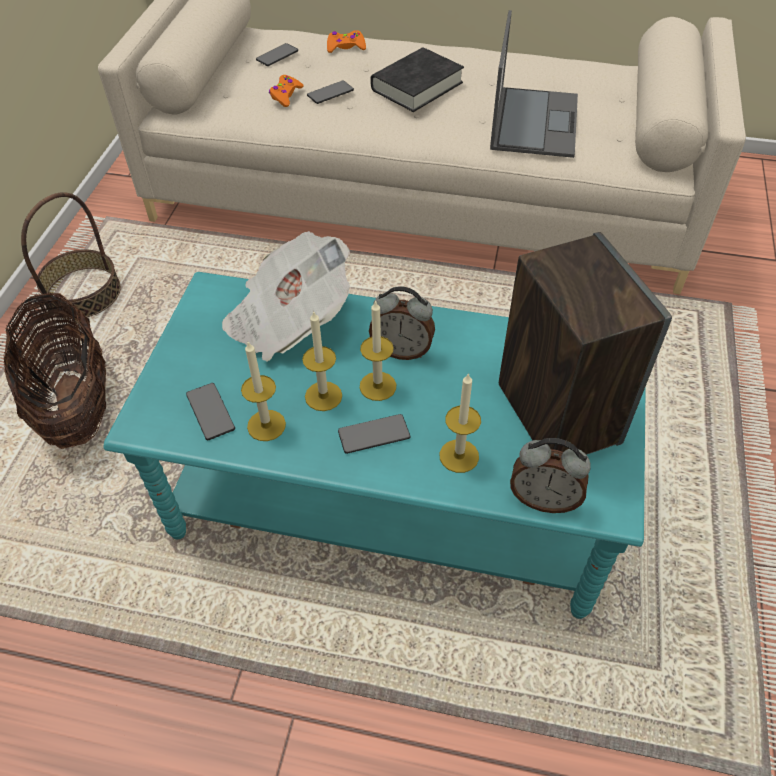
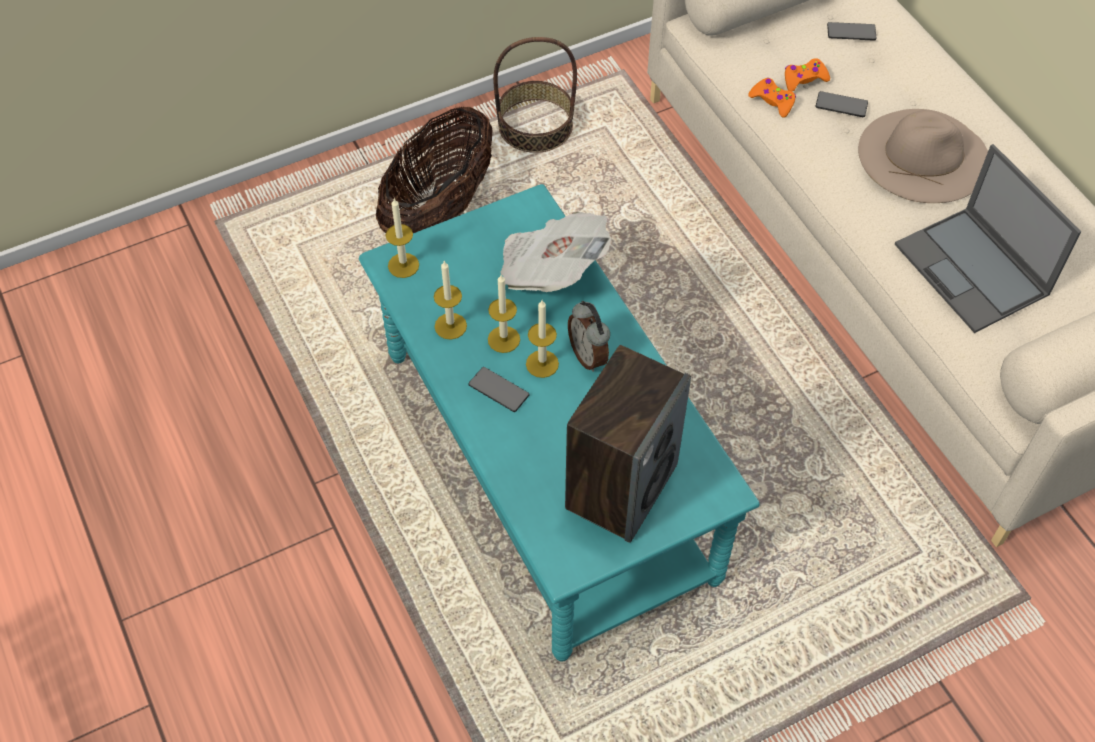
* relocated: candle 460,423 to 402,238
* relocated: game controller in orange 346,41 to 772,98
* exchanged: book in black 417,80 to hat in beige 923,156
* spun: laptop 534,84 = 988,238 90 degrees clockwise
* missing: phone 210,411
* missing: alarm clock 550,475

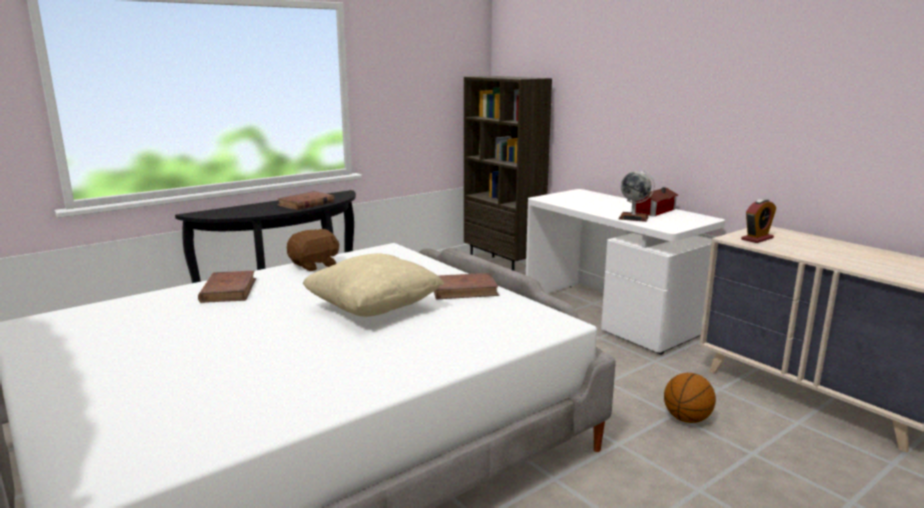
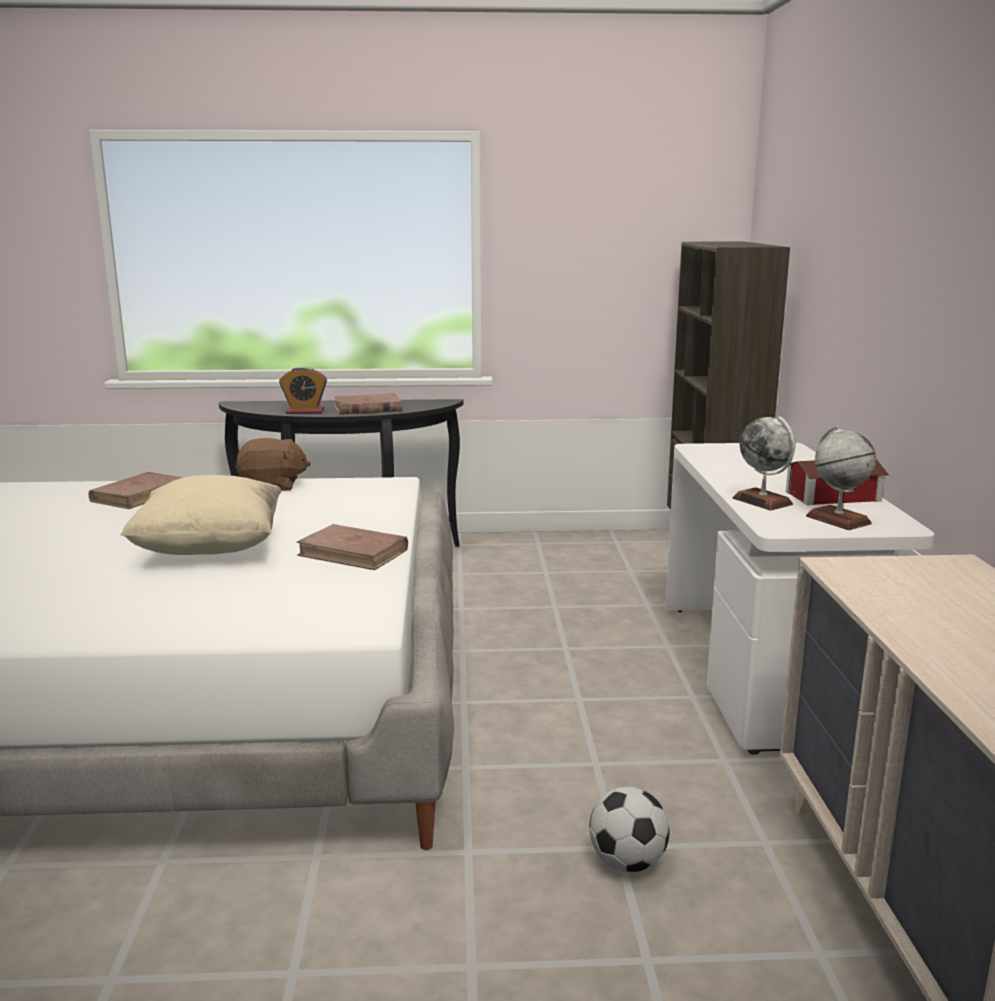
* relocated: alarm clock 758,221 to 303,390
* exchanged: basketball 690,398 to football 629,829
* appeared: globe 841,478

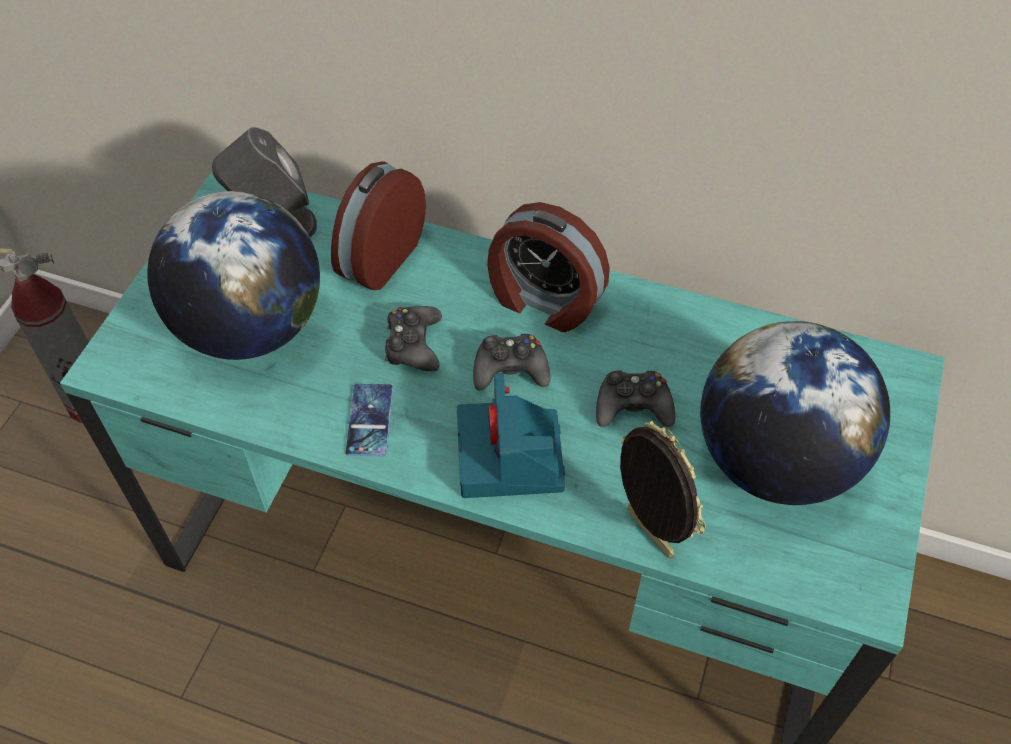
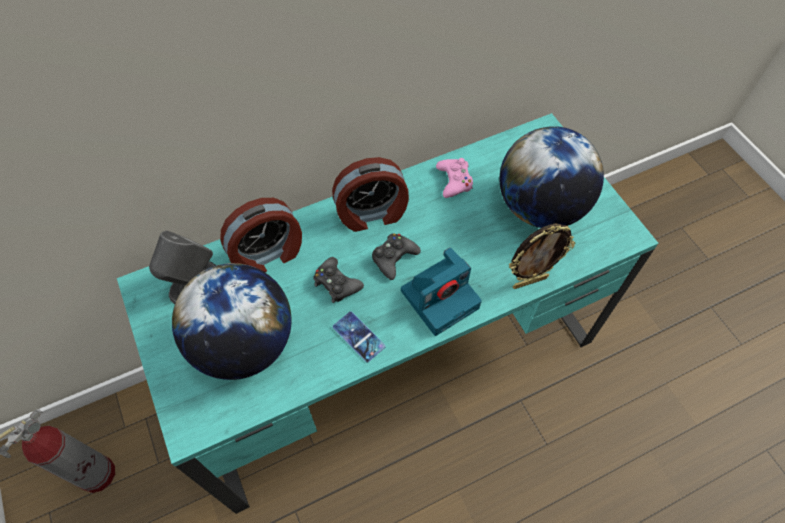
* spun: alarm clock 378,225 = 261,235 105 degrees counterclockwise
* spun: photo camera 511,435 = 441,291 75 degrees counterclockwise
* appeared: game controller in pink 454,178
* spun: picture frame 663,490 = 542,256 150 degrees clockwise
* missing: game controller in black 635,399

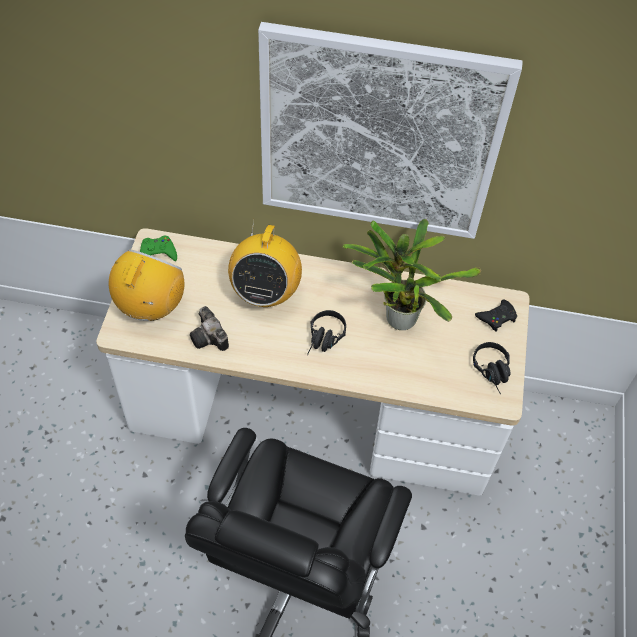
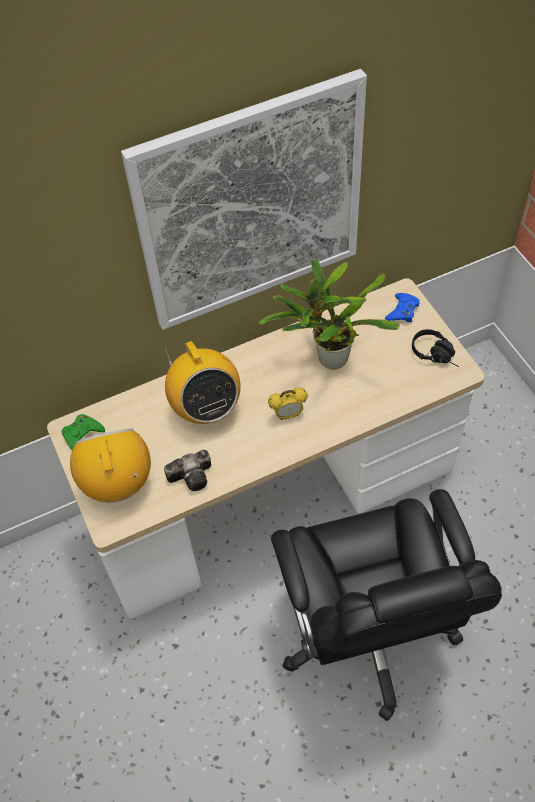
* spun: photo camera 209,328 = 187,470 45 degrees counterclockwise
* exchanged: headphones in black 326,332 to alarm clock 288,404
* colour: game controller in black 496,316 to game controller in blue 402,307

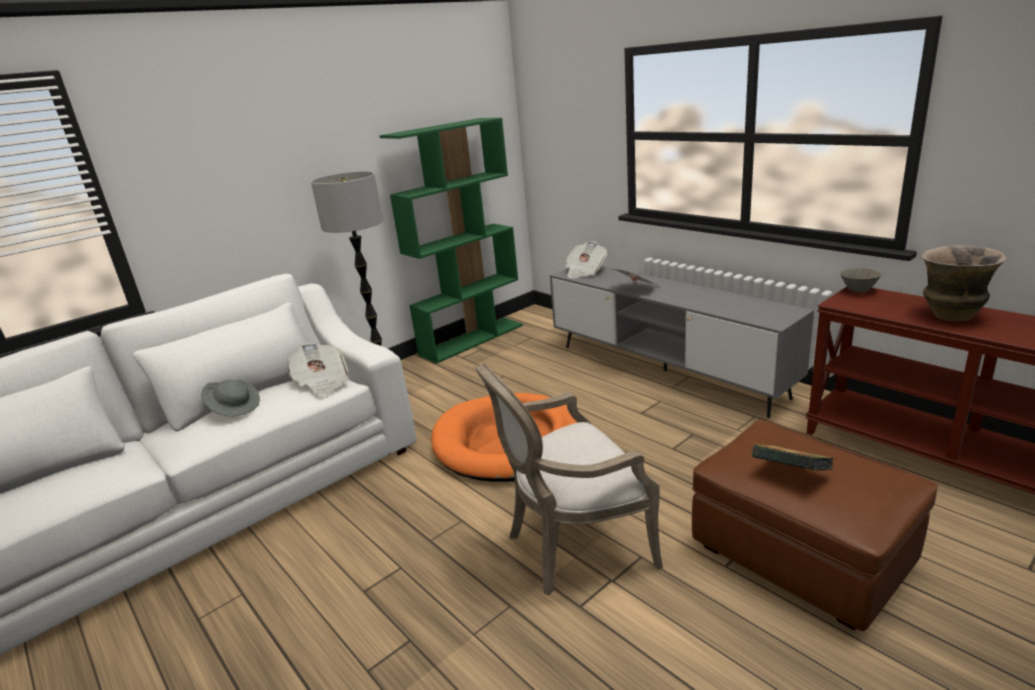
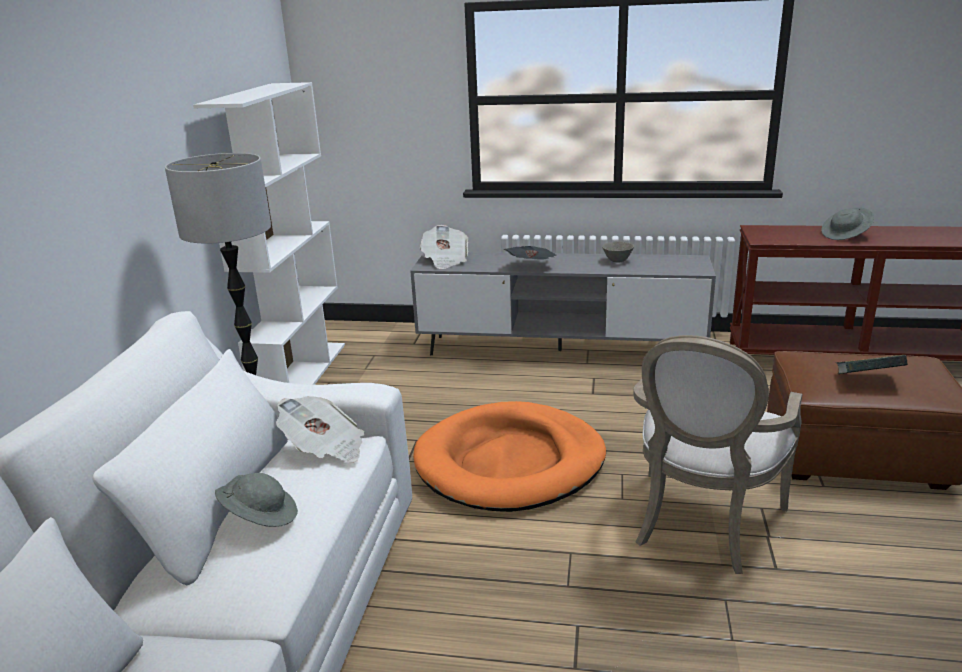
* colour: bookcase in green 451,241 to bookcase in white 269,233
* relocated: bowl in grey 861,280 to 618,252
* exchanged: vase 964,283 to hat in grey 847,223

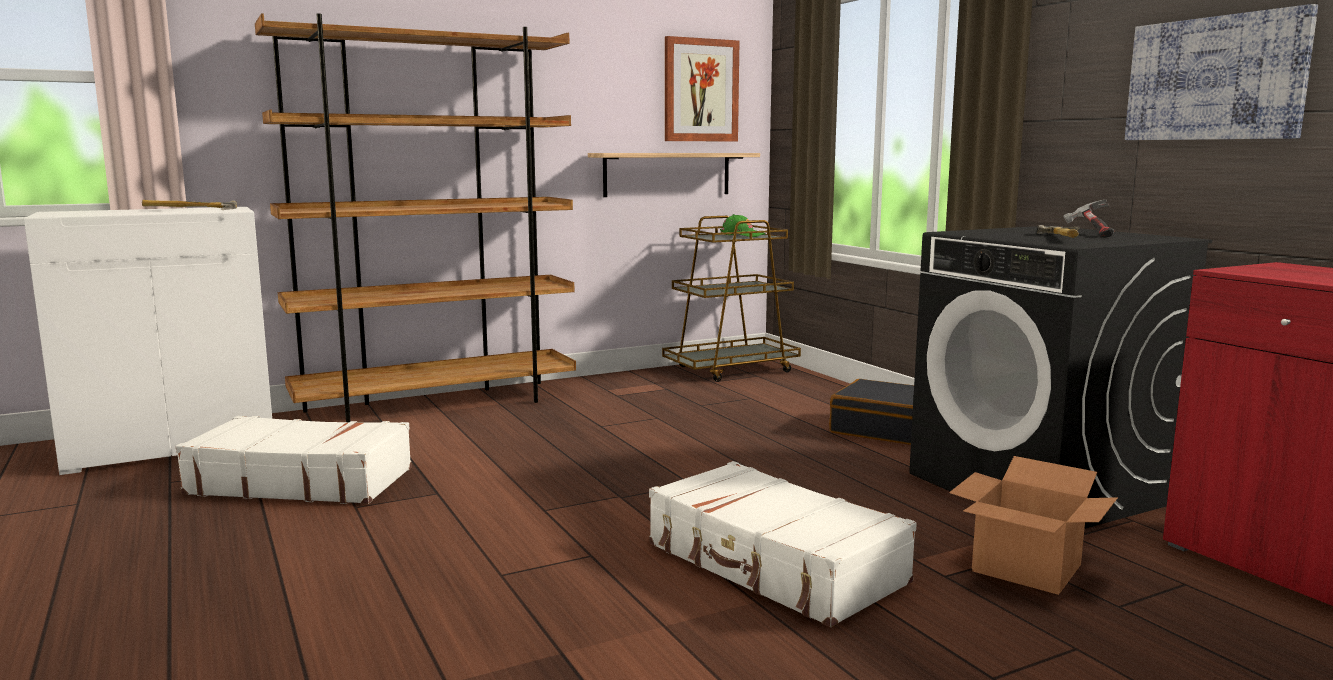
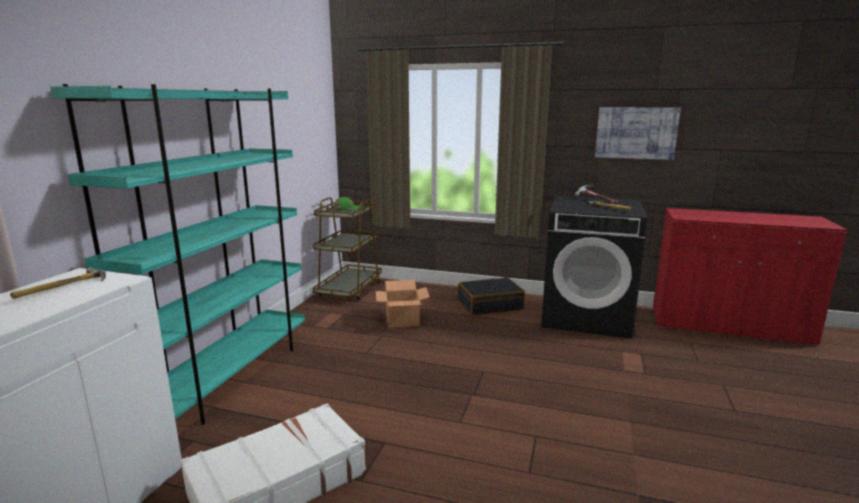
* colour: bookcase in brown 415,218 to bookcase in turquoise 177,254
* relocated: cardboard box 1033,525 to 403,304
* missing: shelf 674,175
* missing: suitcase in white 783,544
* missing: picture 702,89

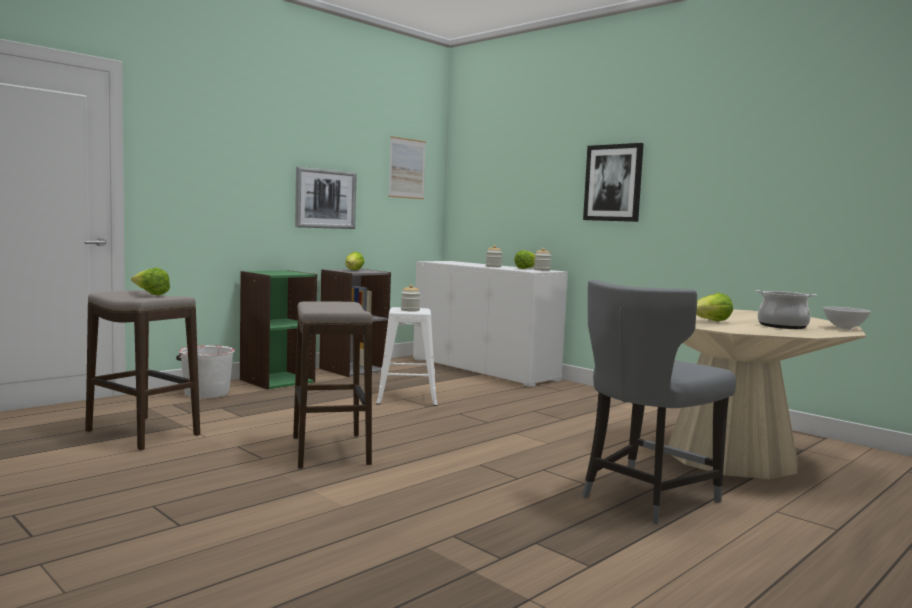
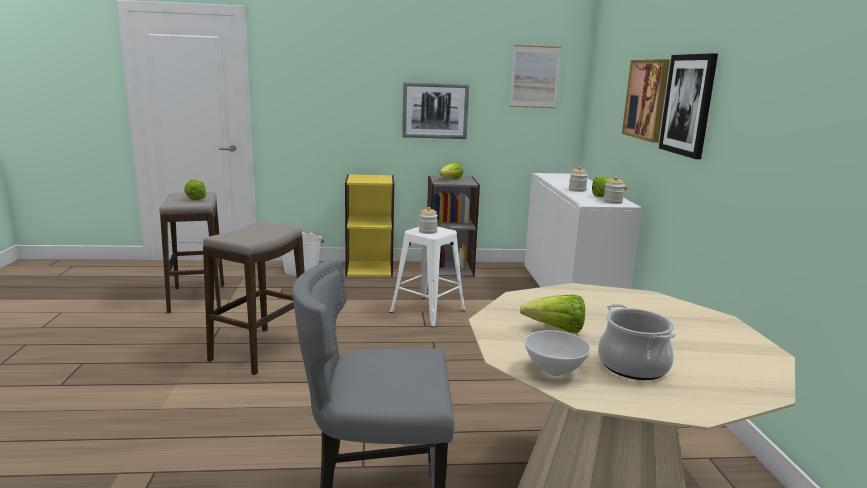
* colour: bookcase in green 278,330 to bookcase in yellow 369,225
* relocated: bowl in white 847,318 to 558,353
* appeared: picture 646,101

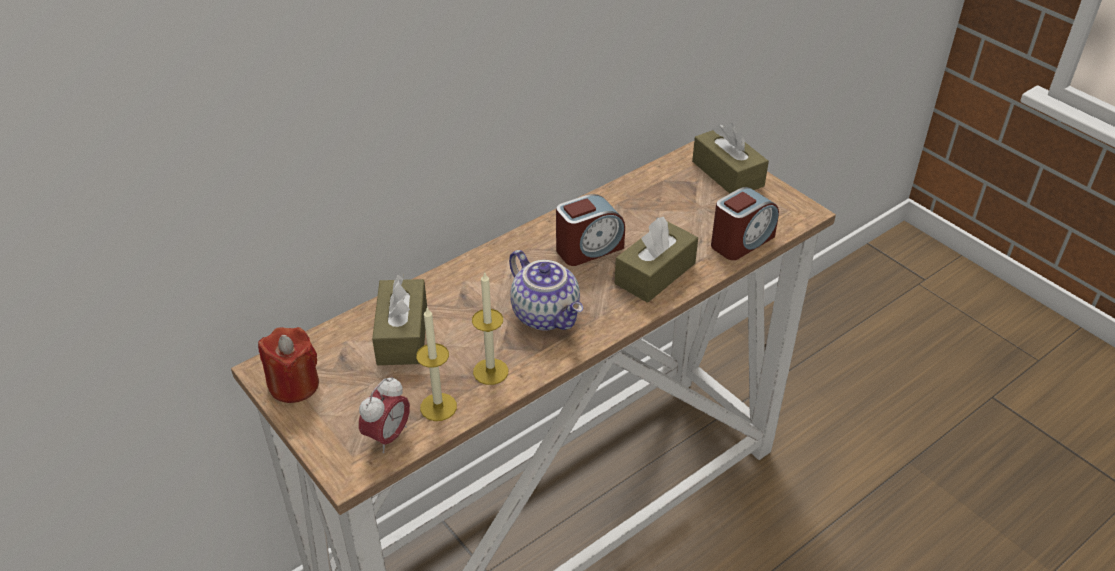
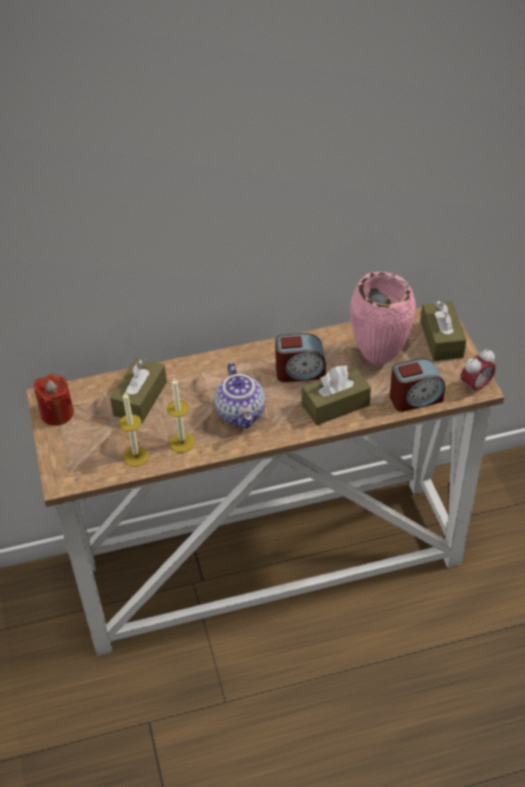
* appeared: vase in pink 383,319
* relocated: alarm clock 384,414 to 478,372

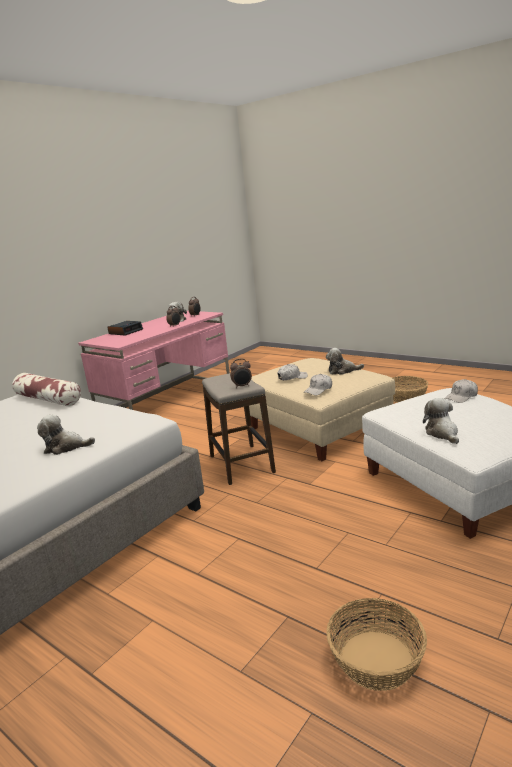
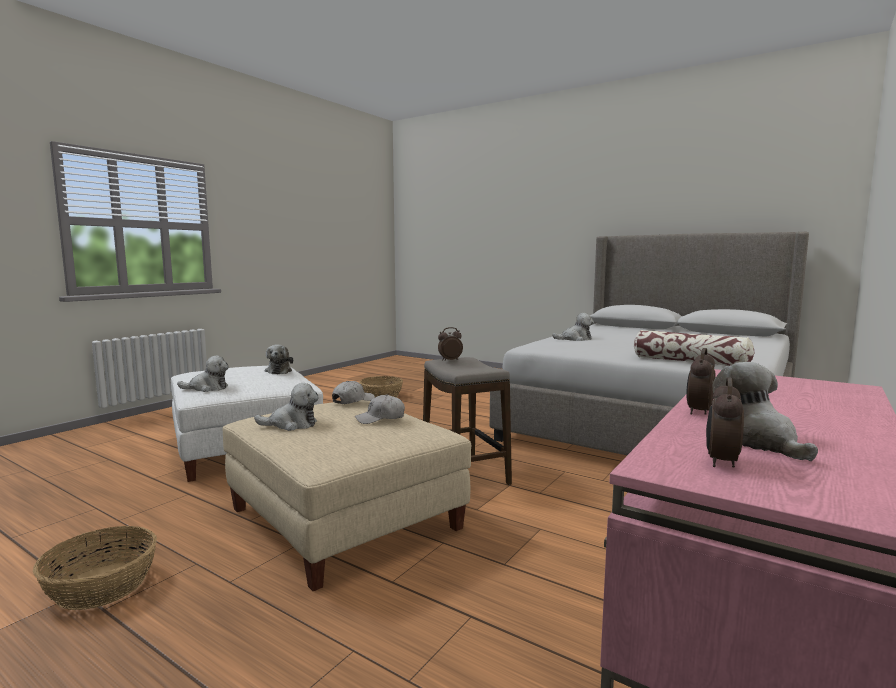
* exchanged: cap in white 461,391 to plush toy 203,374
* missing: alarm clock 125,328

